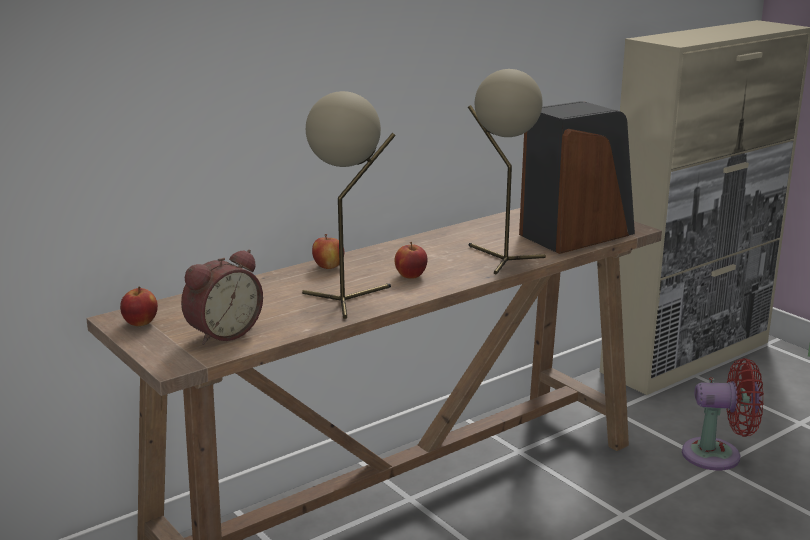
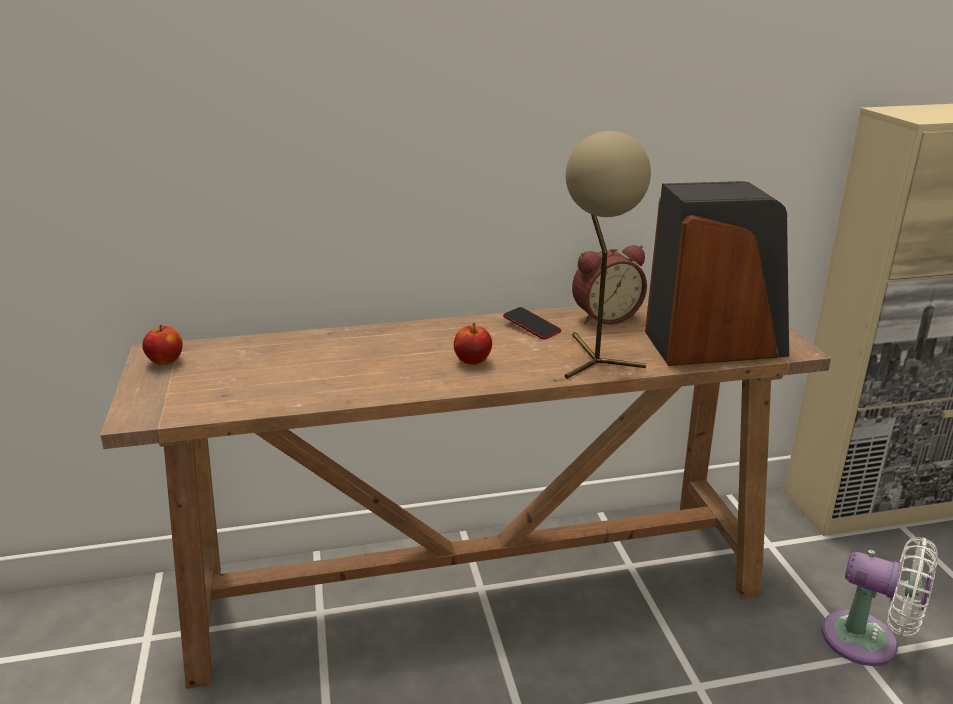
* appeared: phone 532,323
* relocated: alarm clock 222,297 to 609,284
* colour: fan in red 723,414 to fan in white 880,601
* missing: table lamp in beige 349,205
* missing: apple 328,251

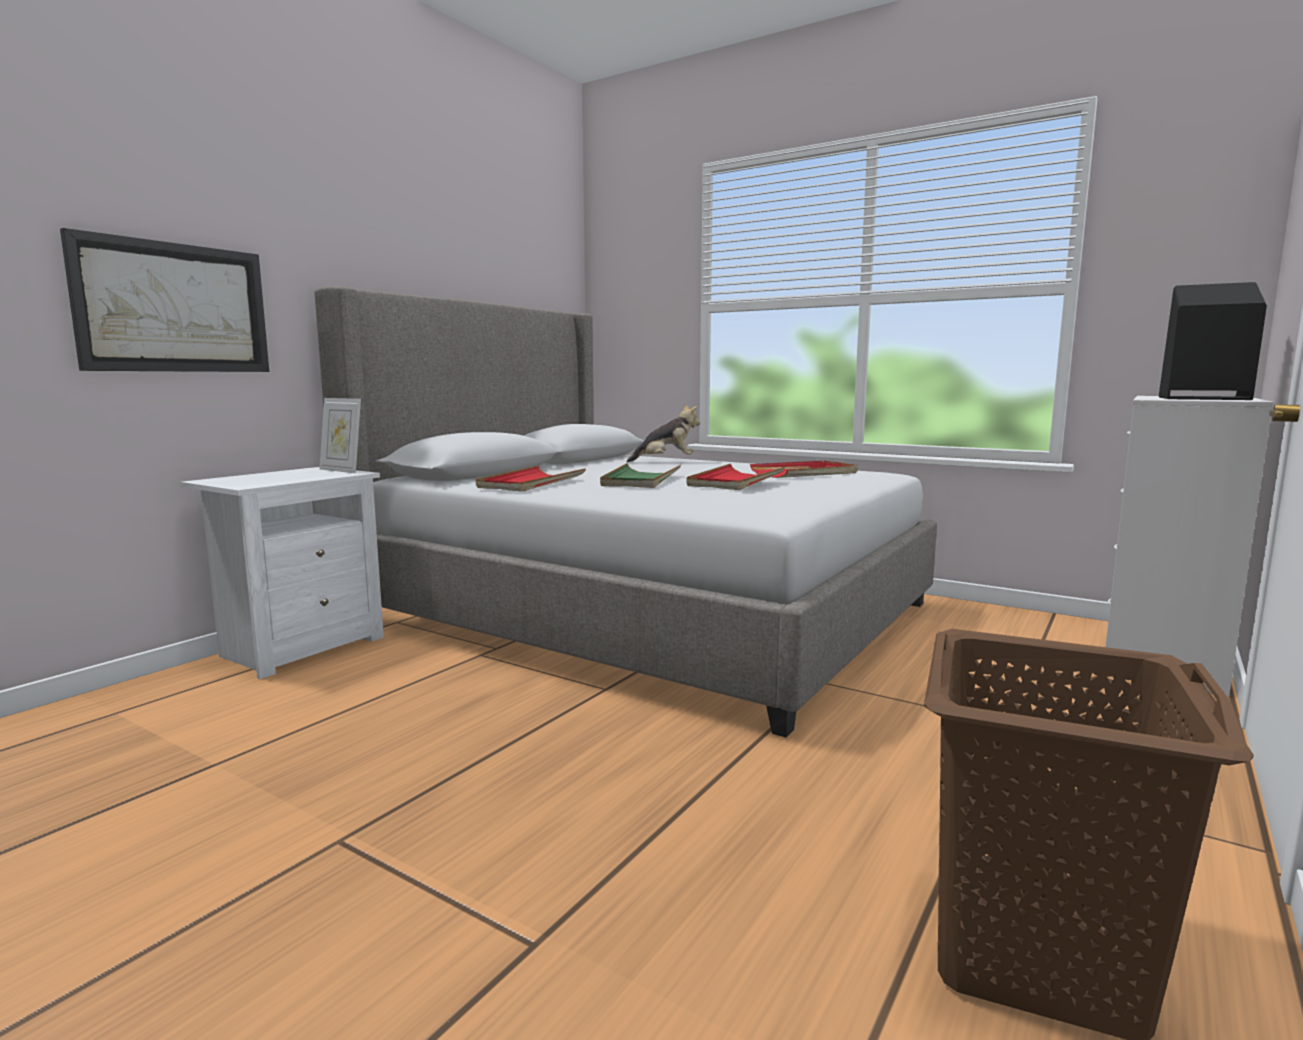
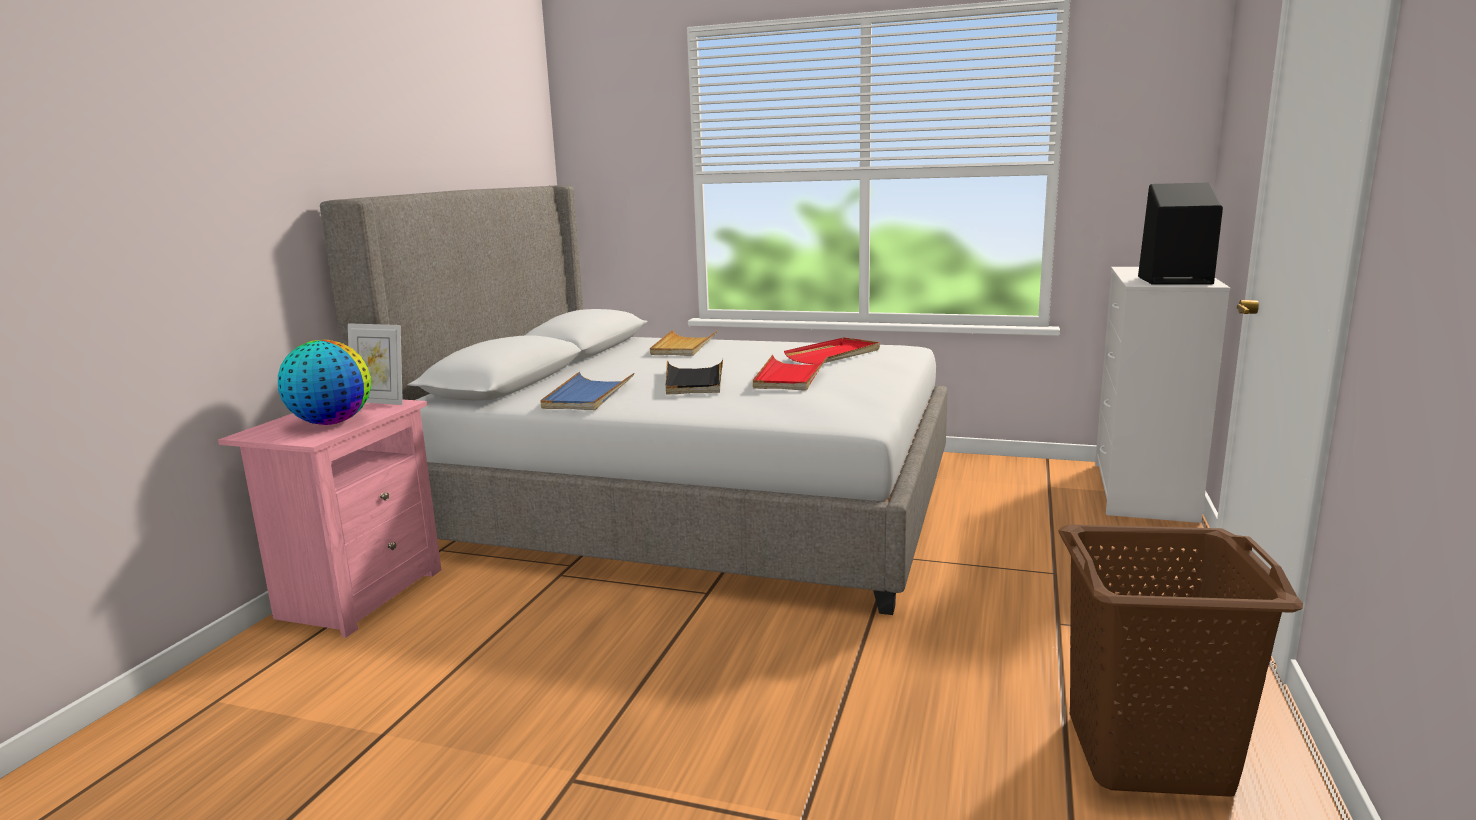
* colour: nightstand in white 282,573 to nightstand in pink 329,519
* appeared: globe 324,382
* colour: tray in red 531,478 to tray in blue 587,391
* exchanged: plush toy 663,433 to tray in beige 684,343
* colour: tray in green 640,475 to tray in black 694,377
* missing: picture 164,300

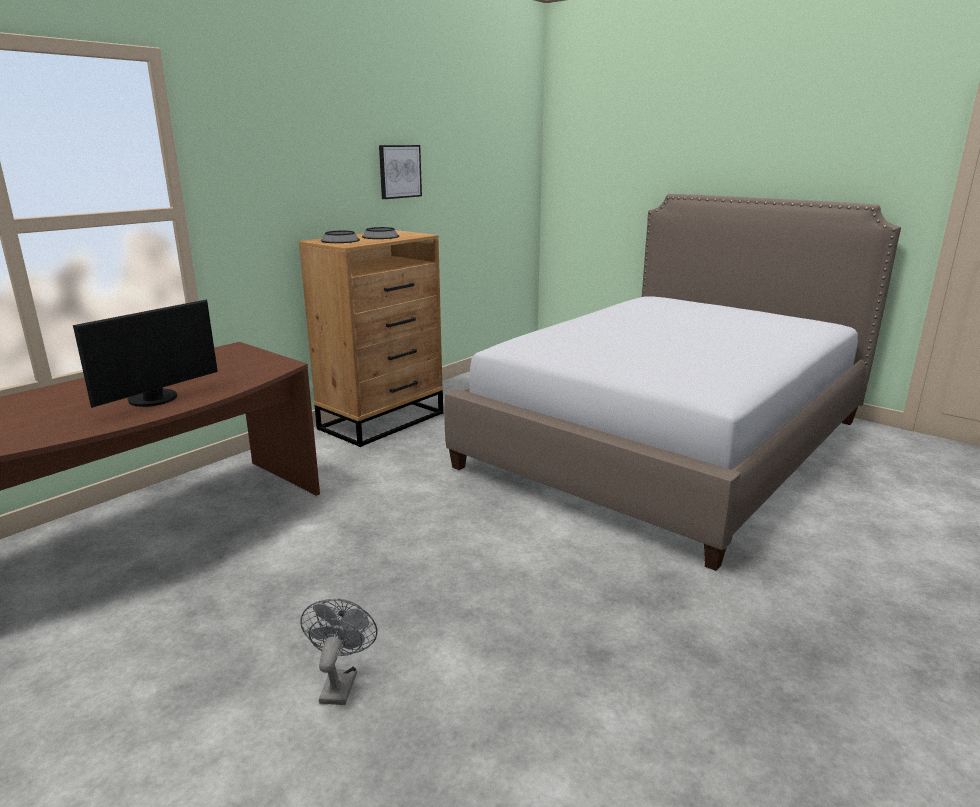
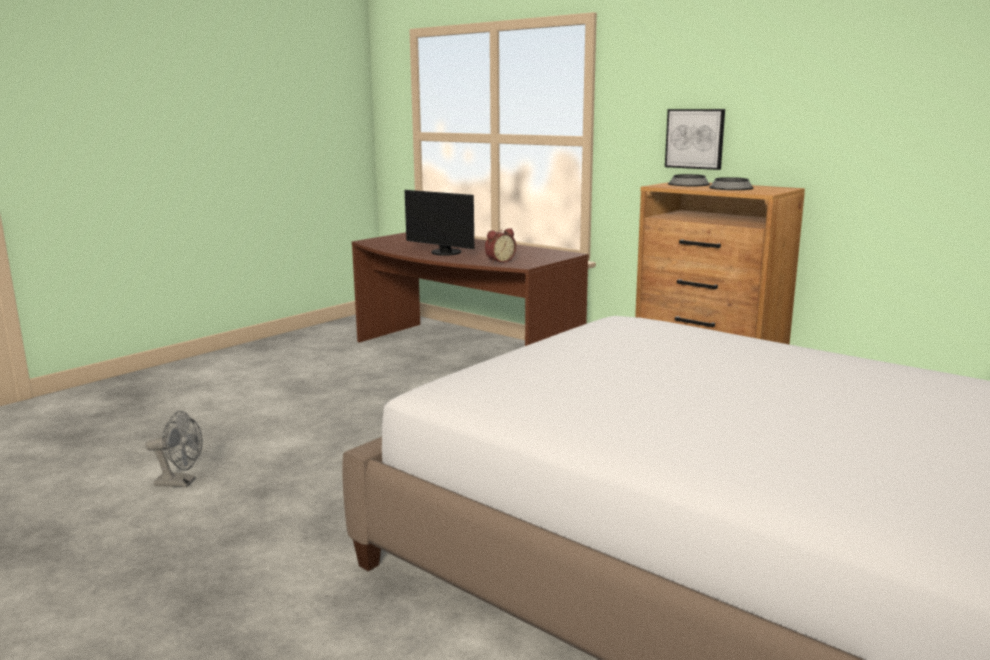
* relocated: fan in grey 338,651 to 174,449
* appeared: alarm clock 500,245
* relocated: picture 400,172 to 695,139

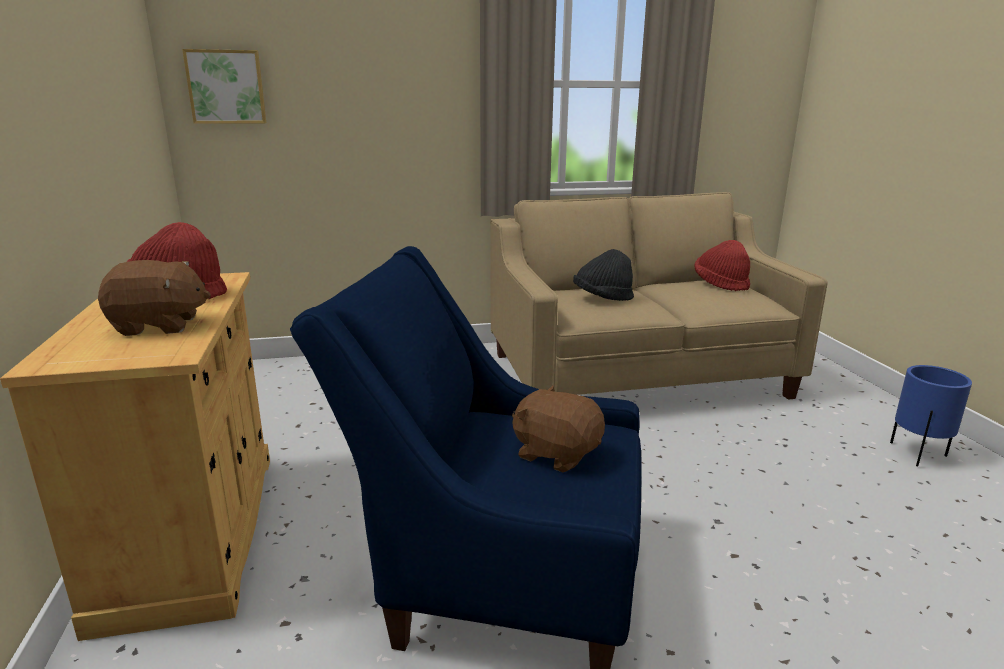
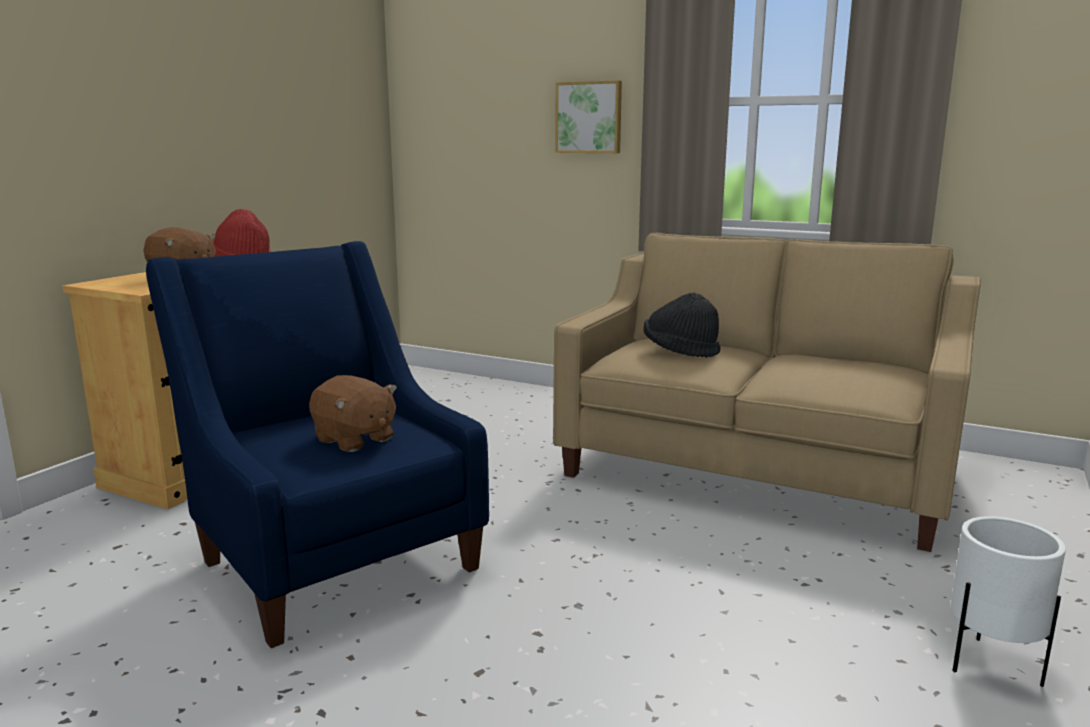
* spun: plush toy in brown 558,429 = 353,413 150 degrees clockwise
* relocated: picture 224,86 to 588,116
* colour: planter in blue 931,415 to planter in white 1008,601
* missing: hat in red 722,265

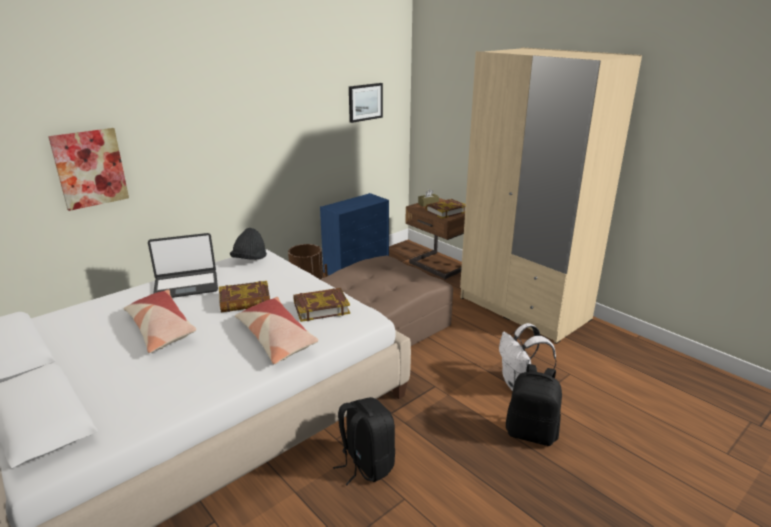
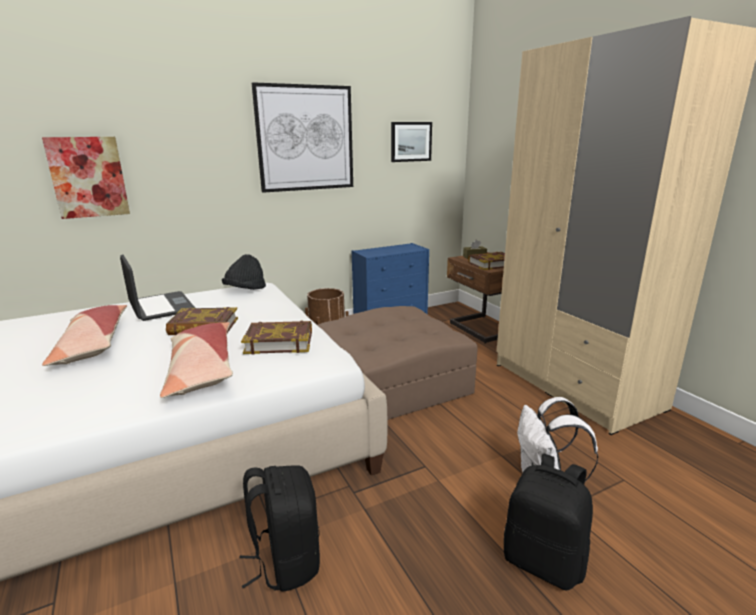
* spun: laptop 183,265 = 157,288 120 degrees counterclockwise
* appeared: picture 302,137

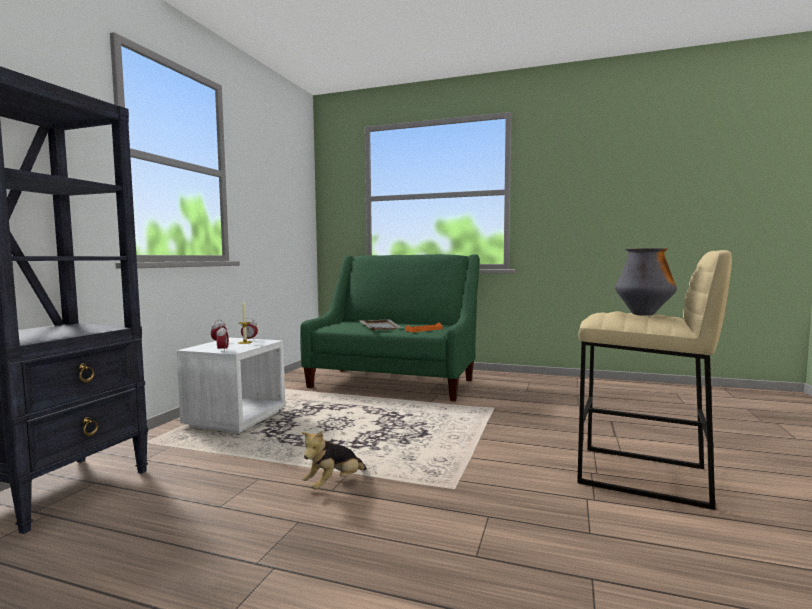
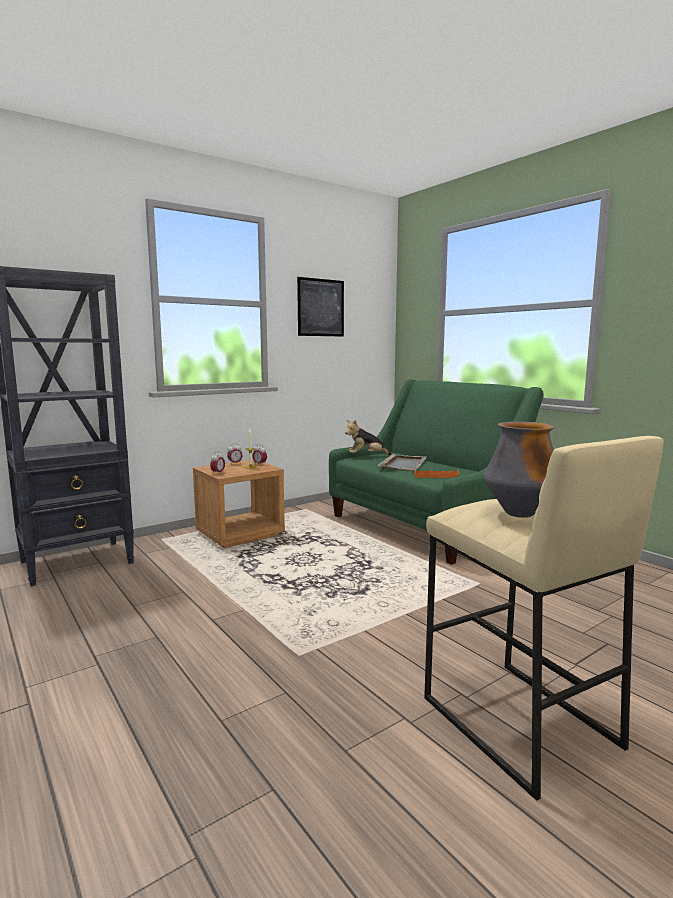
* colour: nightstand in white 231,385 to nightstand in brown 239,504
* appeared: picture 320,307
* relocated: plush toy 334,460 to 368,437

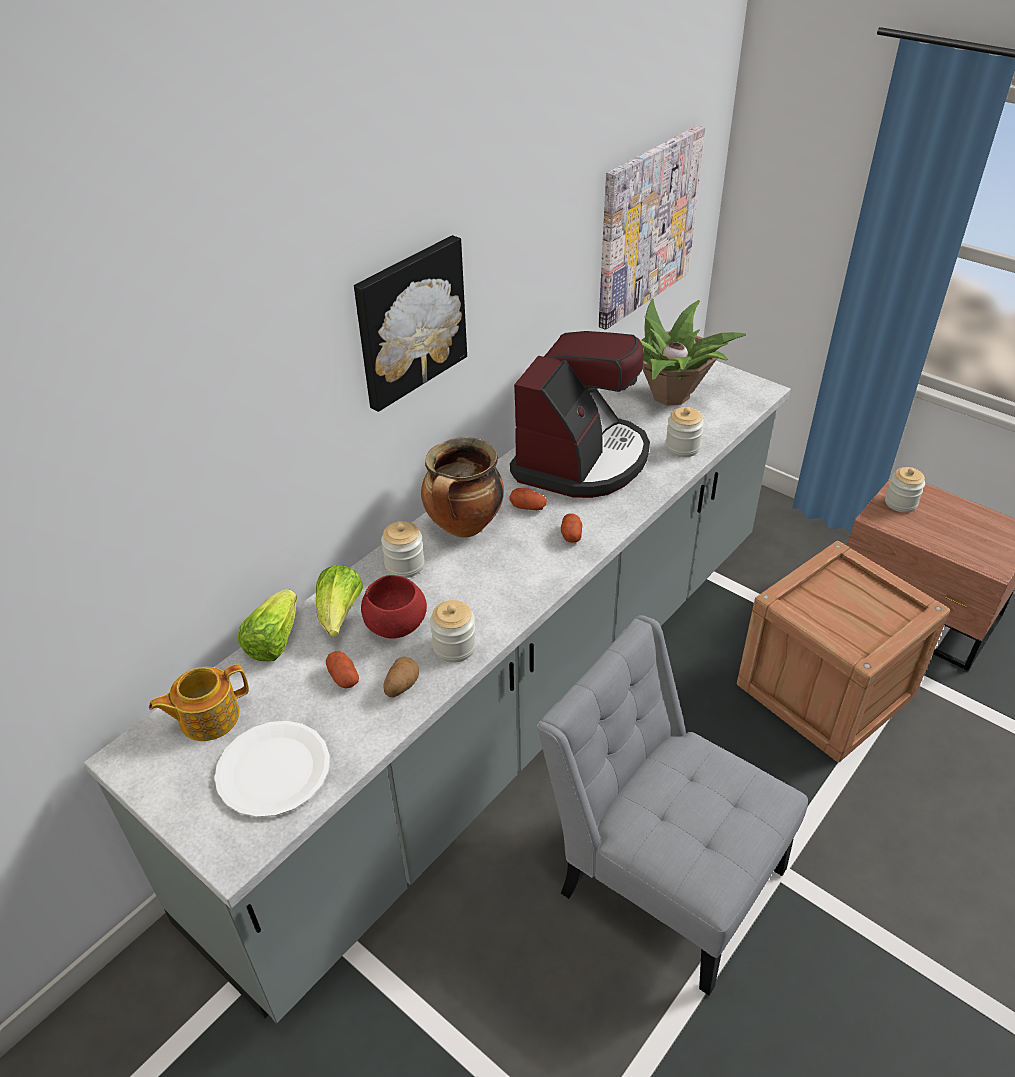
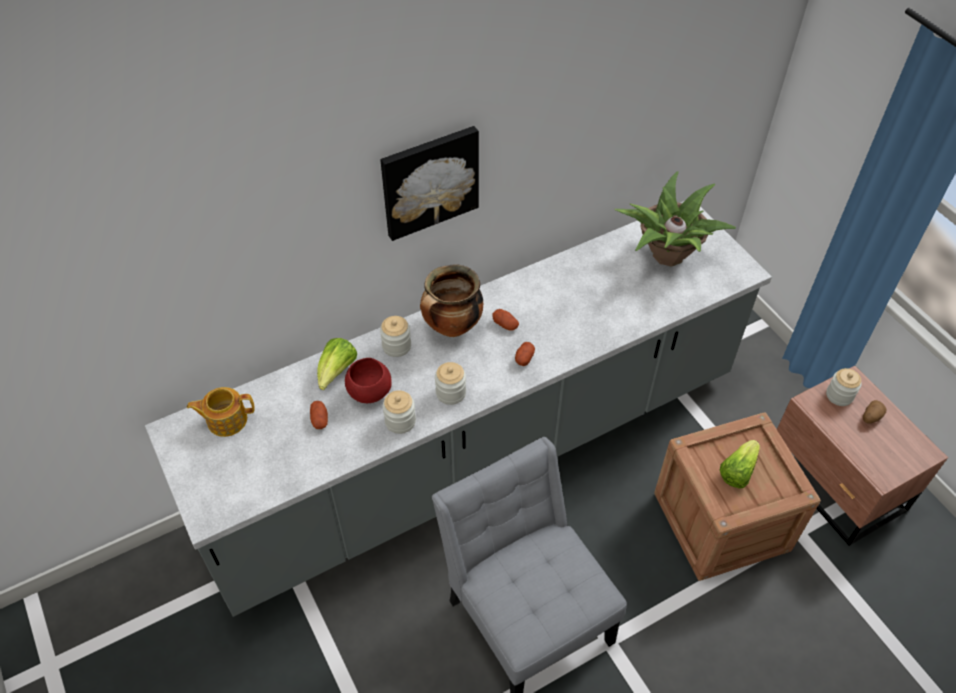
* relocated: jar 684,432 to 450,383
* relocated: lettuce 267,625 to 740,464
* relocated: potato 401,677 to 874,412
* missing: plate in white 272,769
* missing: coffee machine 580,414
* missing: picture 652,227

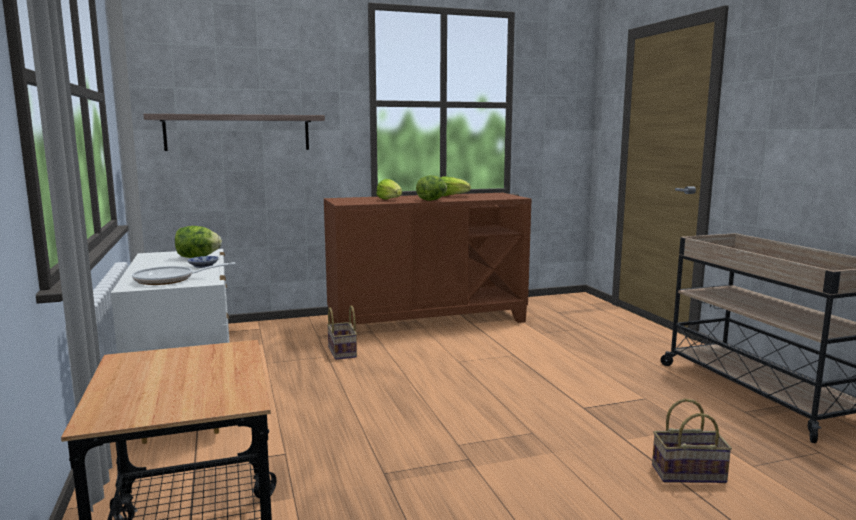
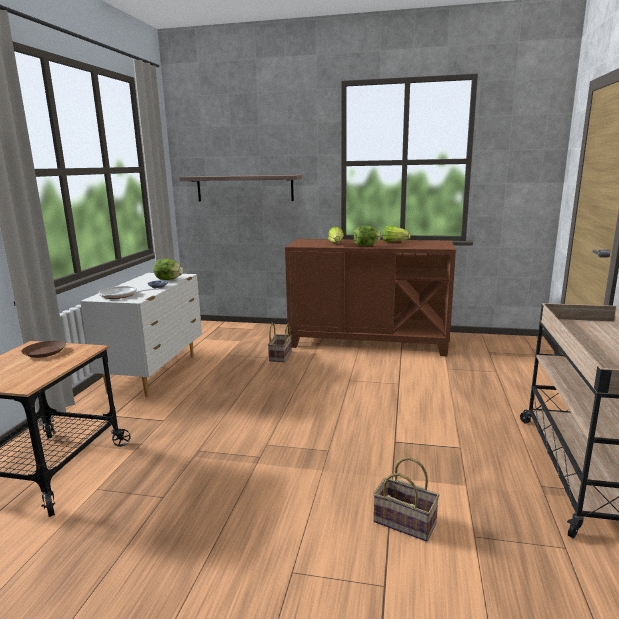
* appeared: plate in brown 43,349

